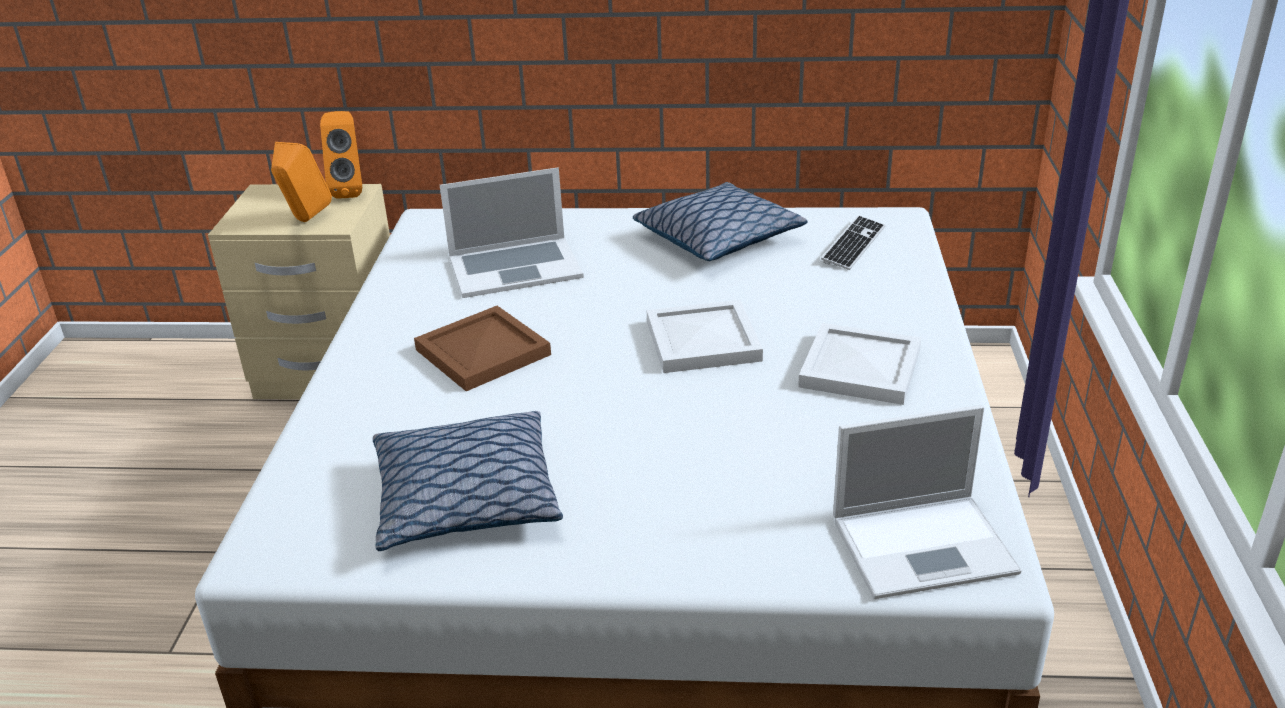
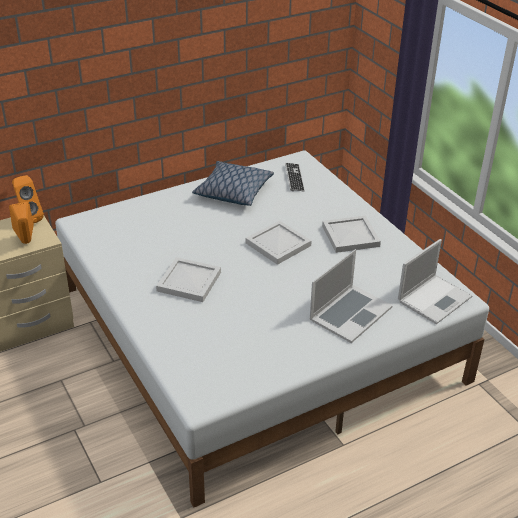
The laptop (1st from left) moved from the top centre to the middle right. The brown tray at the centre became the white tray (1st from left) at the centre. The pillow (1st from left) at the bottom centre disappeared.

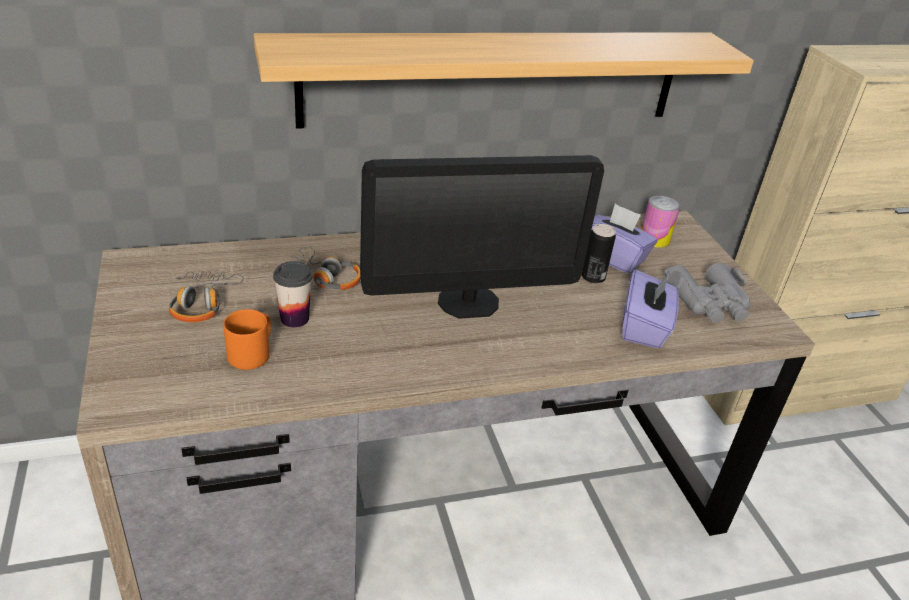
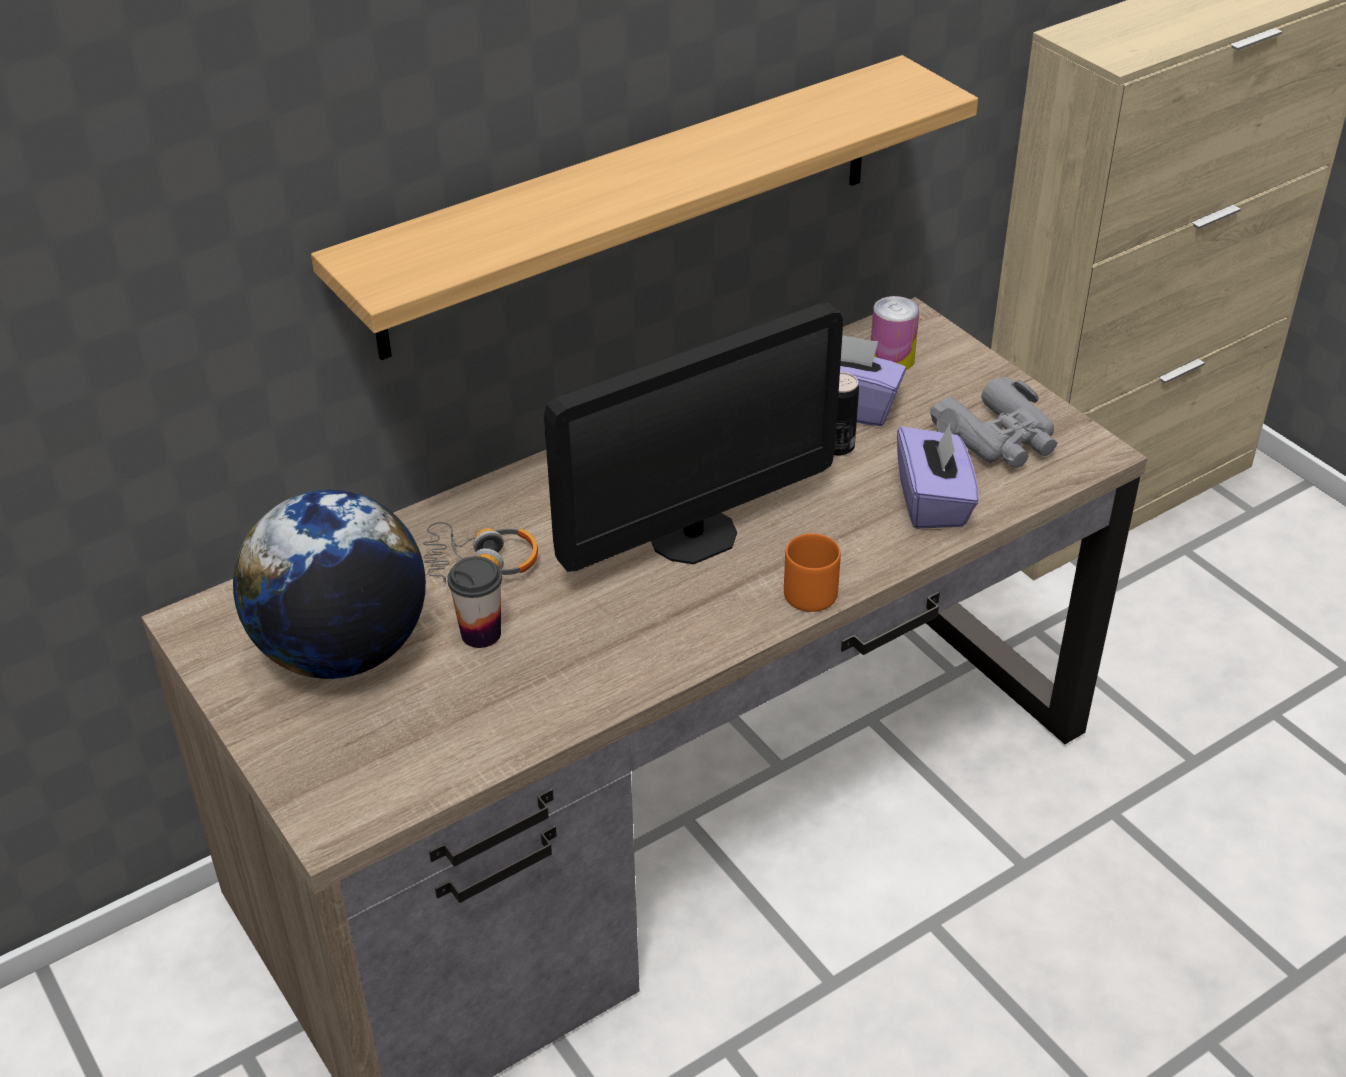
The headphones (1st from left) at the middle left was replaced by the globe at the middle left. The orange mug moved from the middle left to the centre.

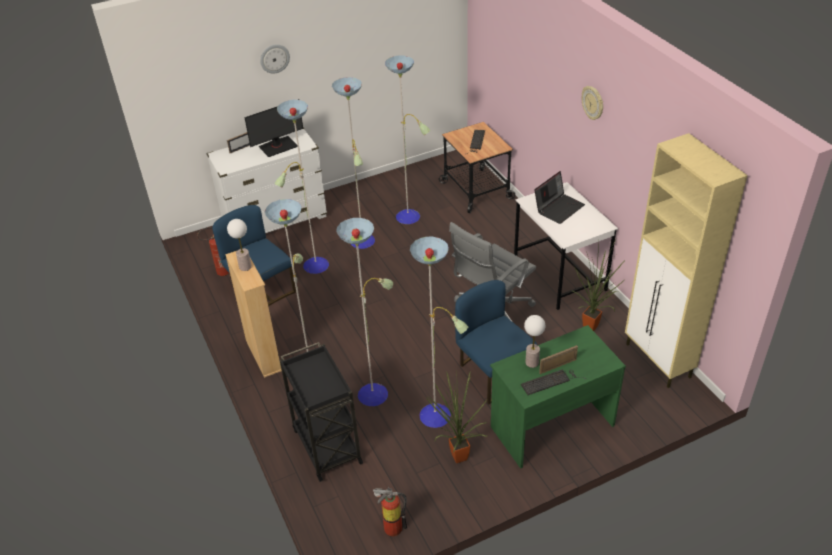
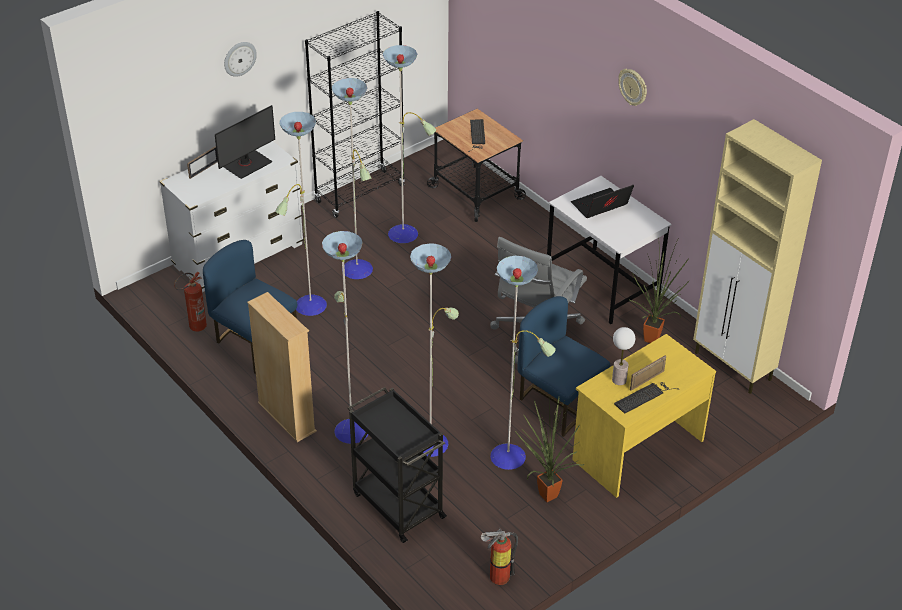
The laptop at the middle right turned 150 degrees counterclockwise. The table lamp (1st from left) at the middle left disappeared. The green desk at the bottom right became the yellow desk at the bottom right. The black bookcase at the top centre appeared.

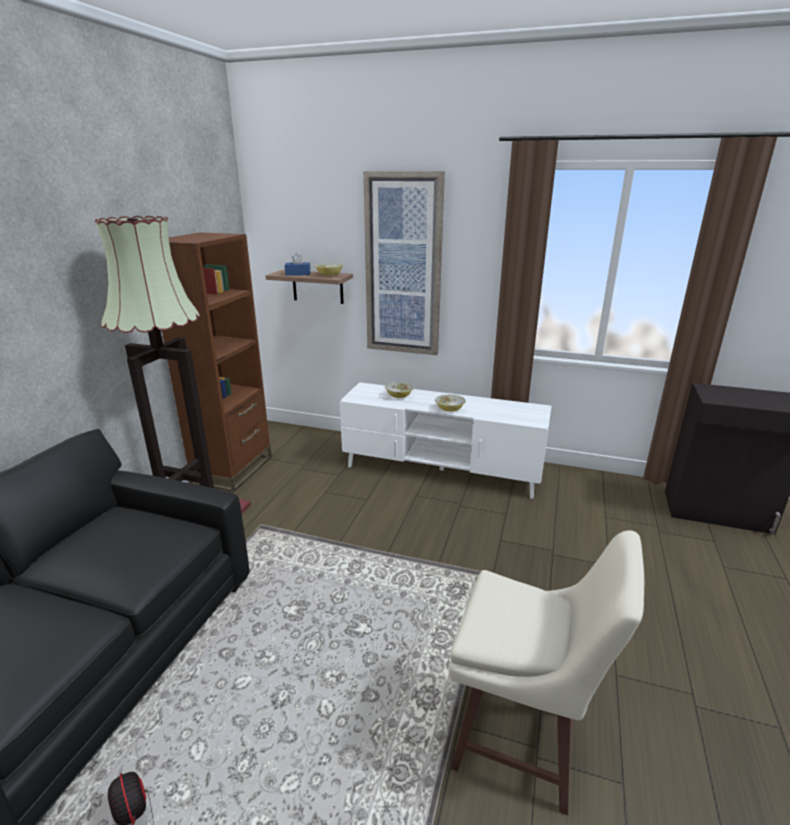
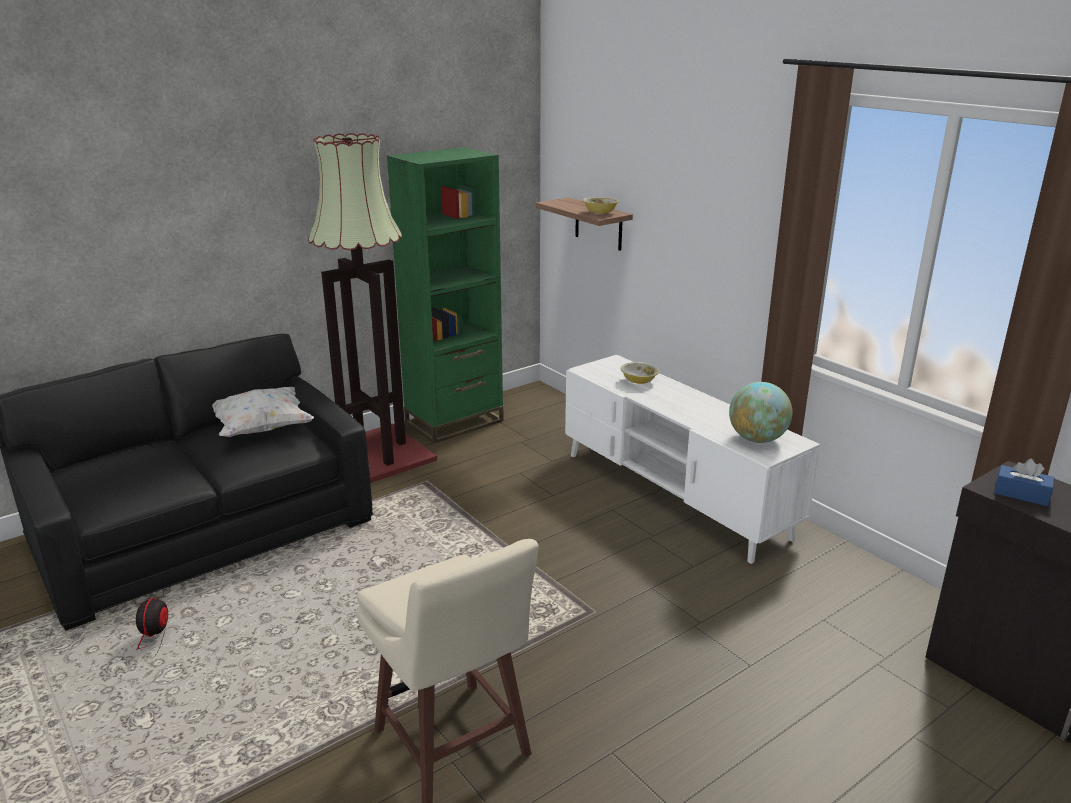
The picture at the top centre disappeared. The brown bookcase at the middle left became the green bookcase at the centre. The blue tissue box moved from the top centre to the middle right. The bowl (3rd from left) at the centre disappeared. The globe at the middle right appeared. The white pillow at the middle left appeared.

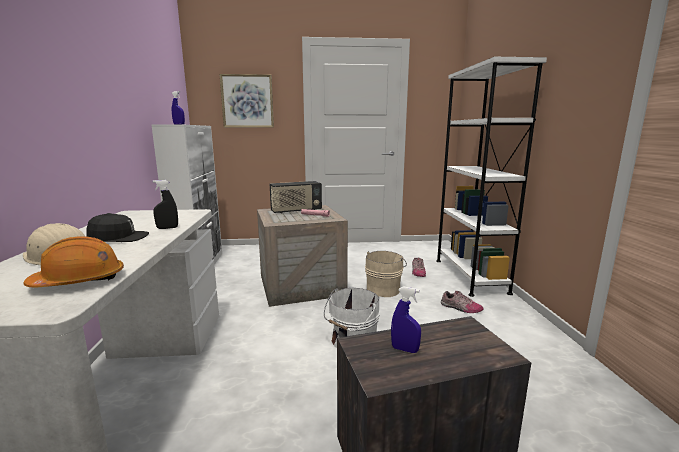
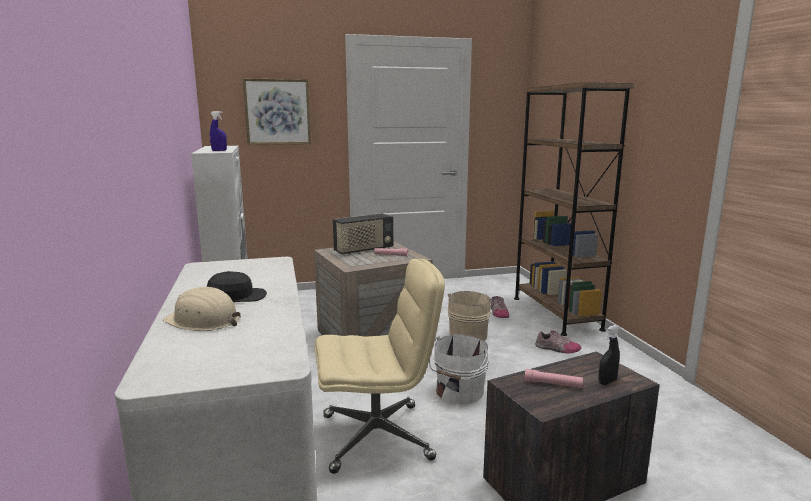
The white bookcase at the middle right became the brown bookcase at the middle right. The black spray bottle moved from the middle left to the bottom right. The orange hard hat at the middle left disappeared. The blue spray bottle (2nd from left) at the bottom centre was replaced by the pink flashlight (2nd from left) at the bottom right. The beige office chair at the bottom centre appeared.

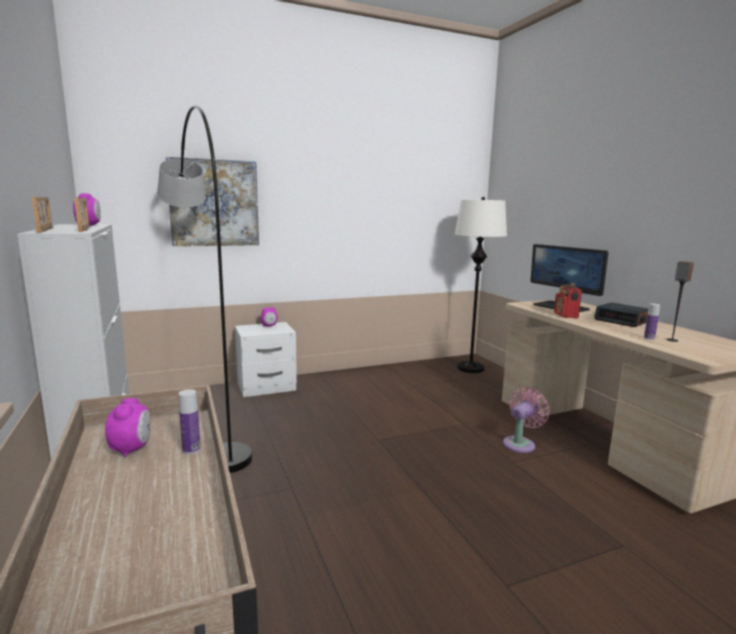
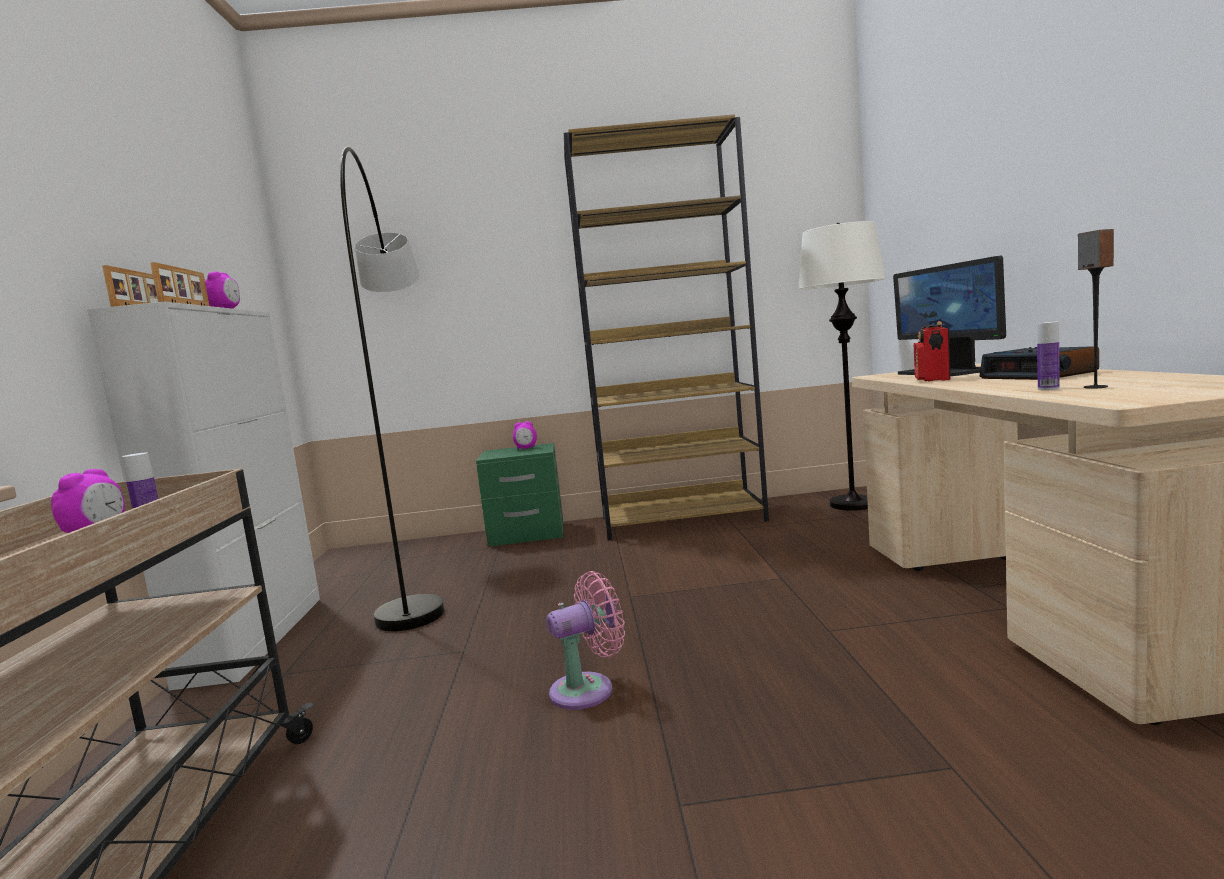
The picture at the top left disappeared. The white nightstand at the centre became the green nightstand at the centre. The pink fan moved from the middle right to the bottom centre. The brown bookcase at the centre appeared.

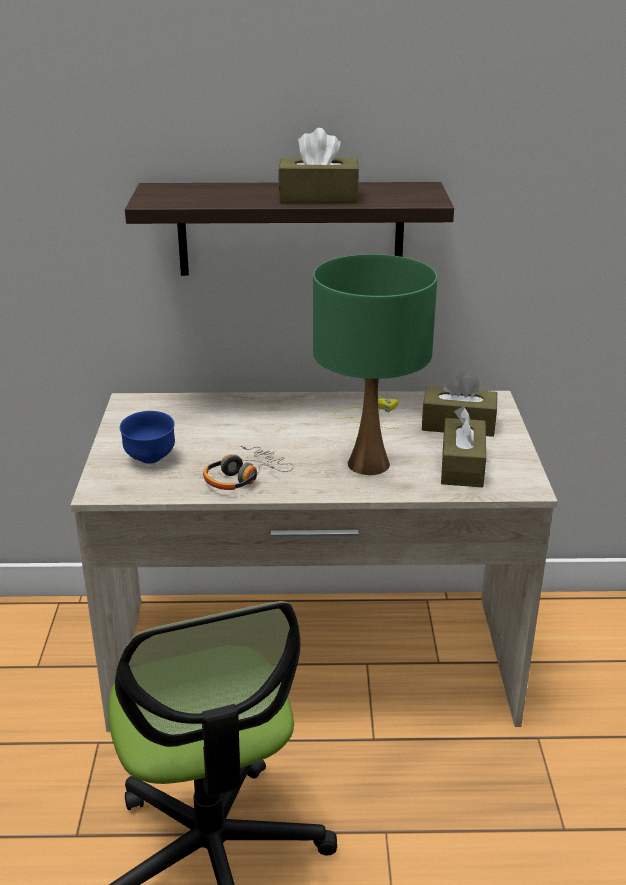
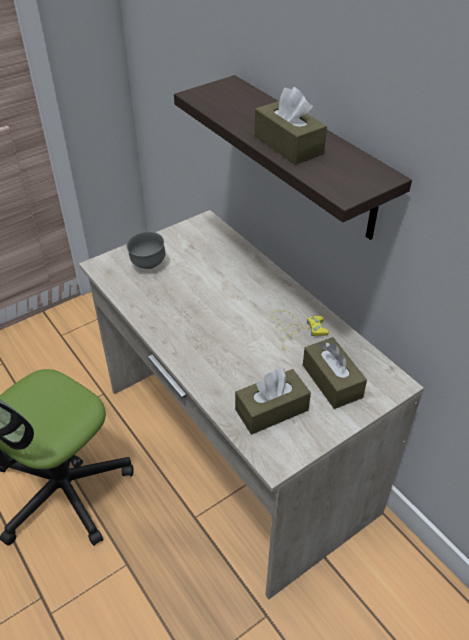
The green table lamp at the centre disappeared. The blue bowl at the middle left became the grey bowl at the middle left. The headphones at the centre disappeared.

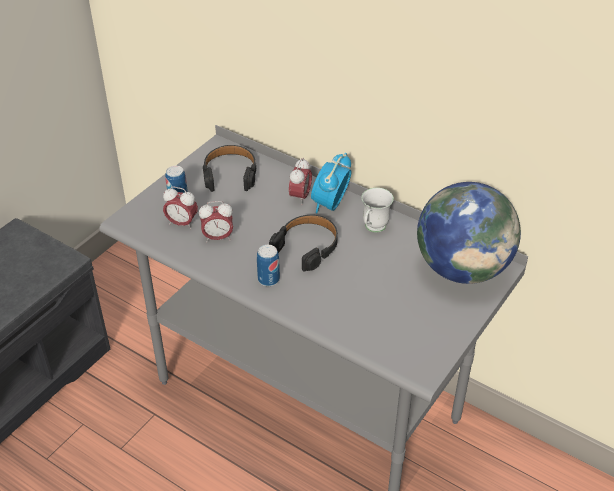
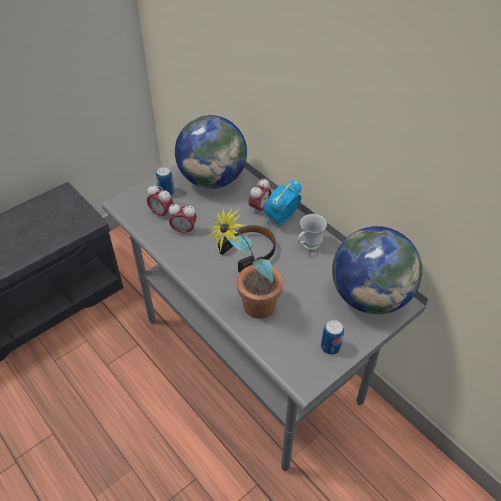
The black headphones (1st from left) at the centre was replaced by the globe (1st from left) at the top centre. The can (2nd from left) moved from the centre to the bottom centre. The potted plant at the centre appeared.

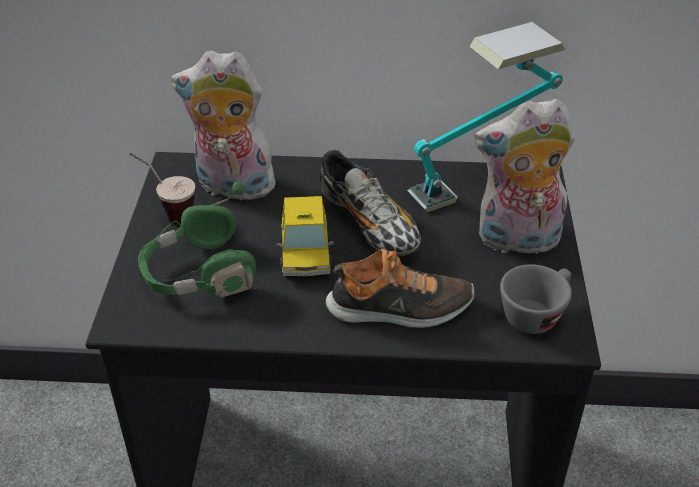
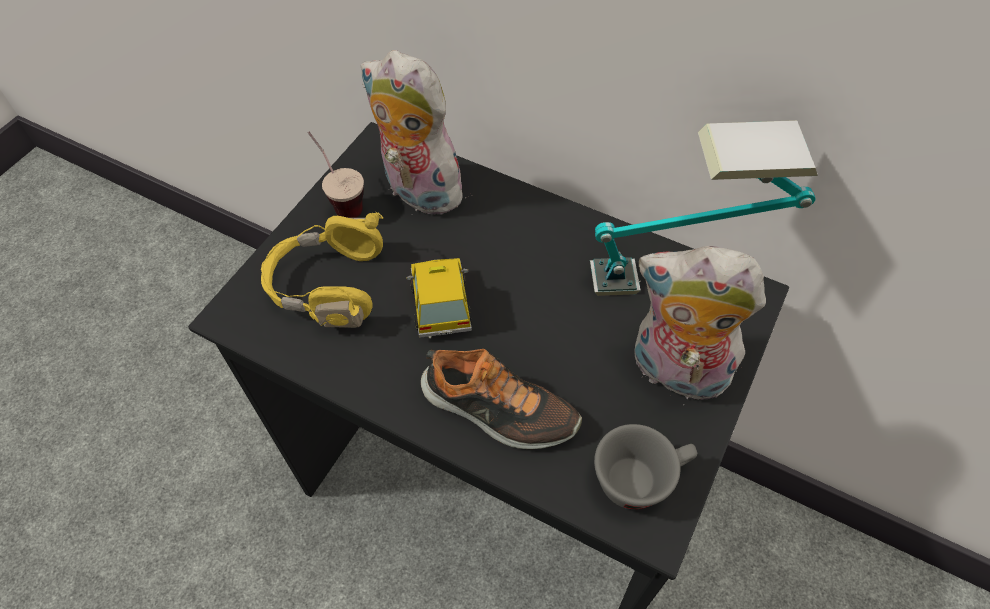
The shoe (1st from left) at the centre disappeared. The green headphones at the middle left became the yellow headphones at the middle left. The toy car at the centre turned 150 degrees clockwise.

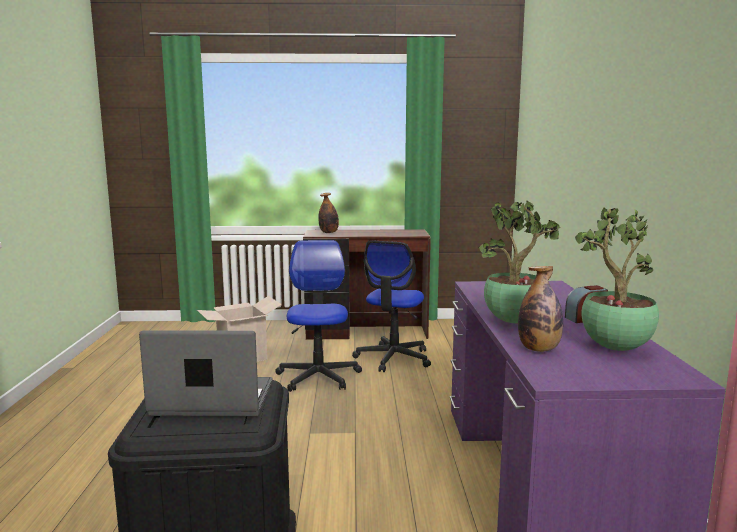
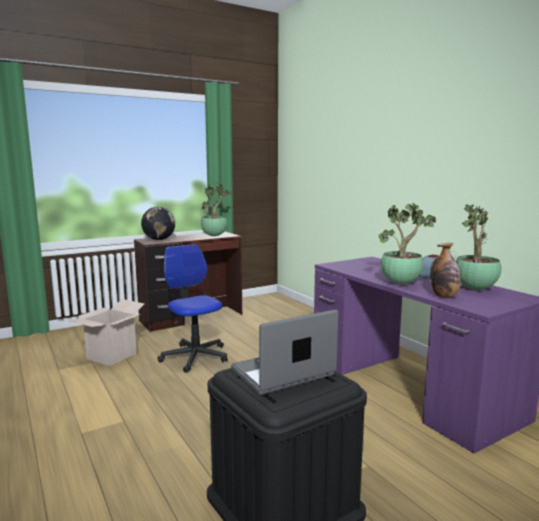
The bottle (1st from left) at the centre was replaced by the globe at the middle left. The office chair (2nd from left) at the centre disappeared. The potted plant (1st from left) at the centre appeared.

